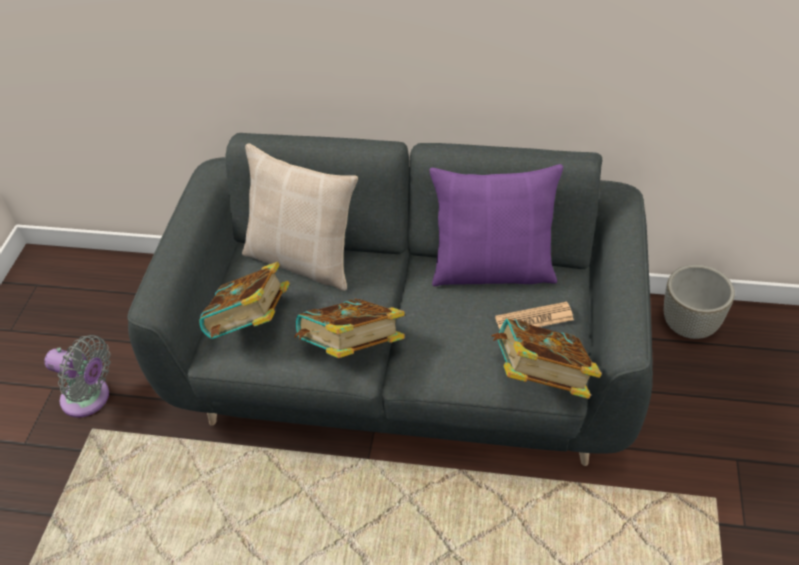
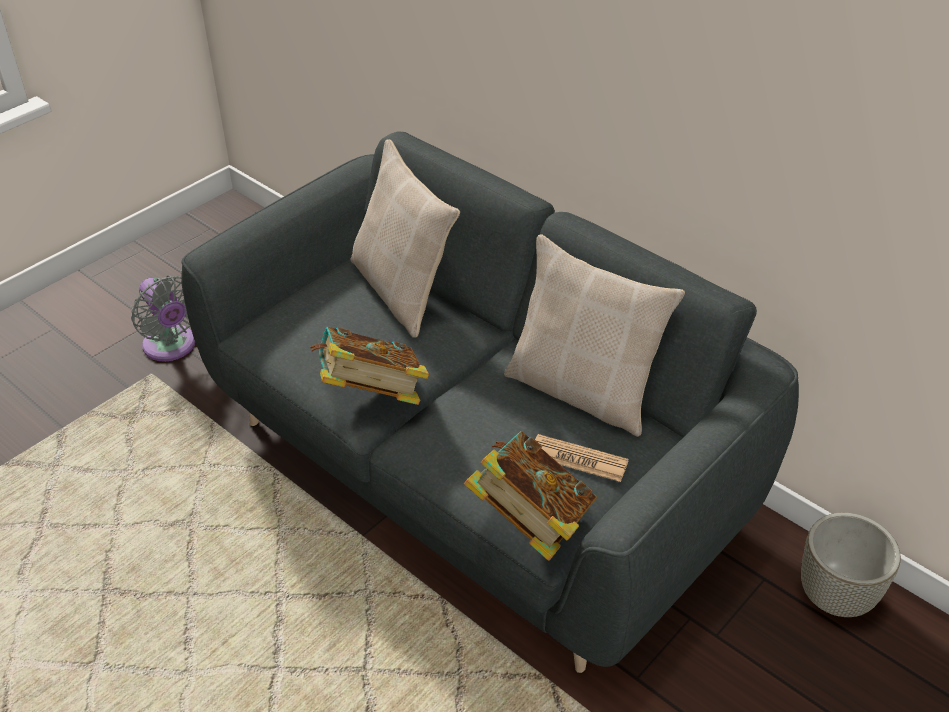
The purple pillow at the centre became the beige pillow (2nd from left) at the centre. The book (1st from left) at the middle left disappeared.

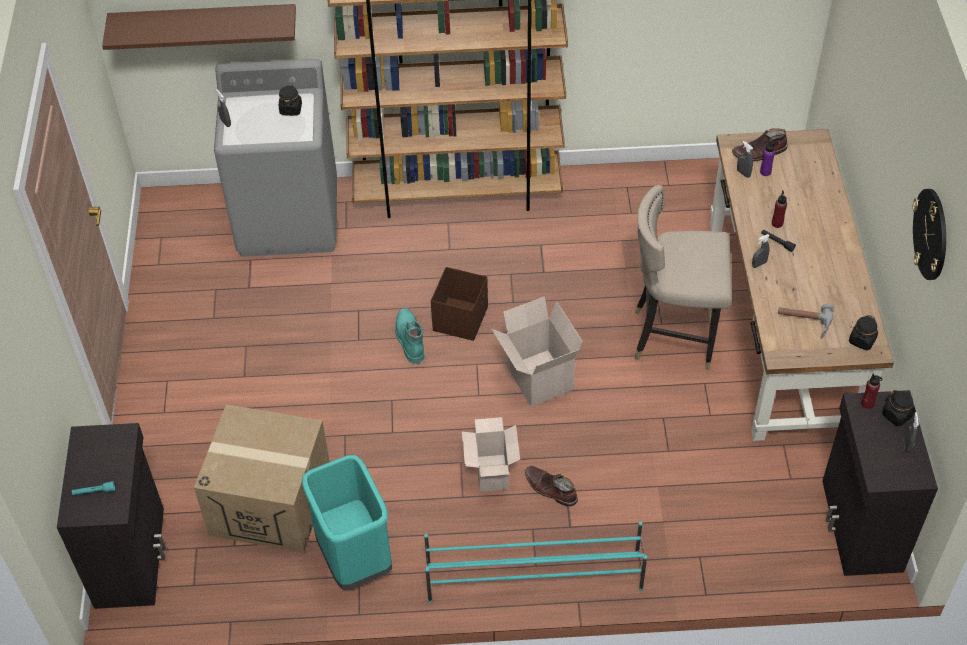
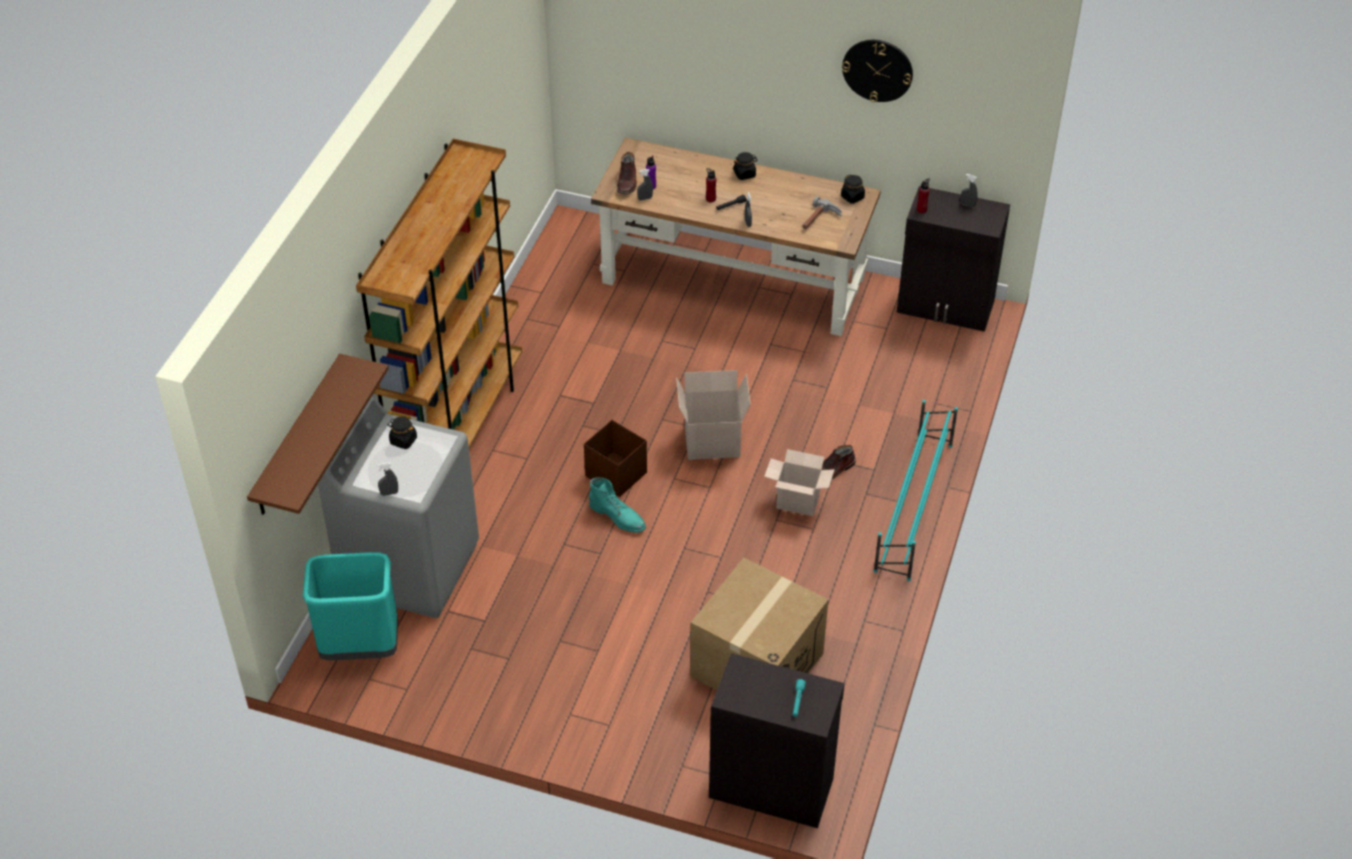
The beige stool at the middle right disappeared. The turquoise boot at the centre turned 150 degrees counterclockwise. The black jar (3rd from left in the first image) moved from the middle right to the top centre. The turquoise trash can moved from the bottom centre to the bottom left.

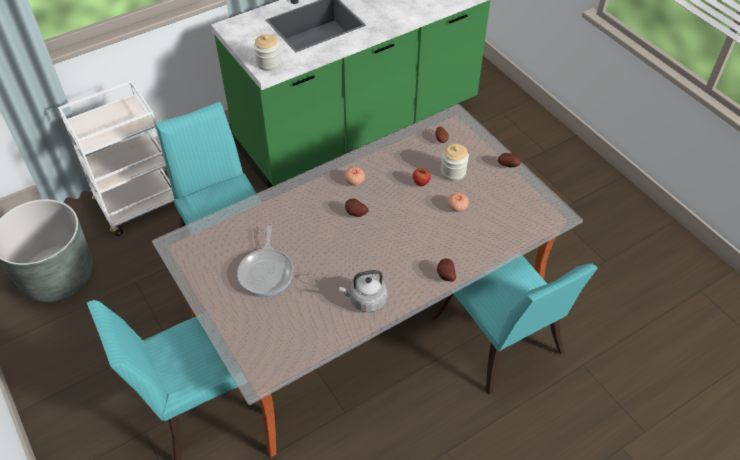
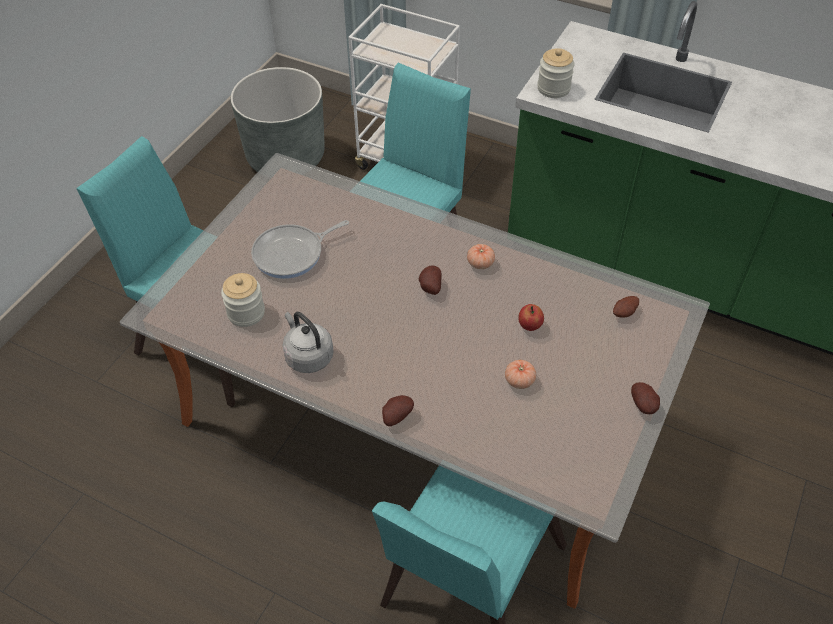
The jar (2nd from left in the first image) moved from the centre to the middle left.

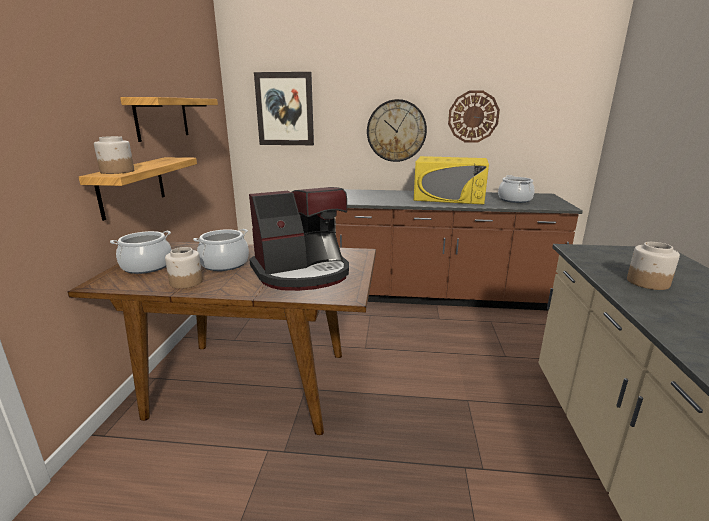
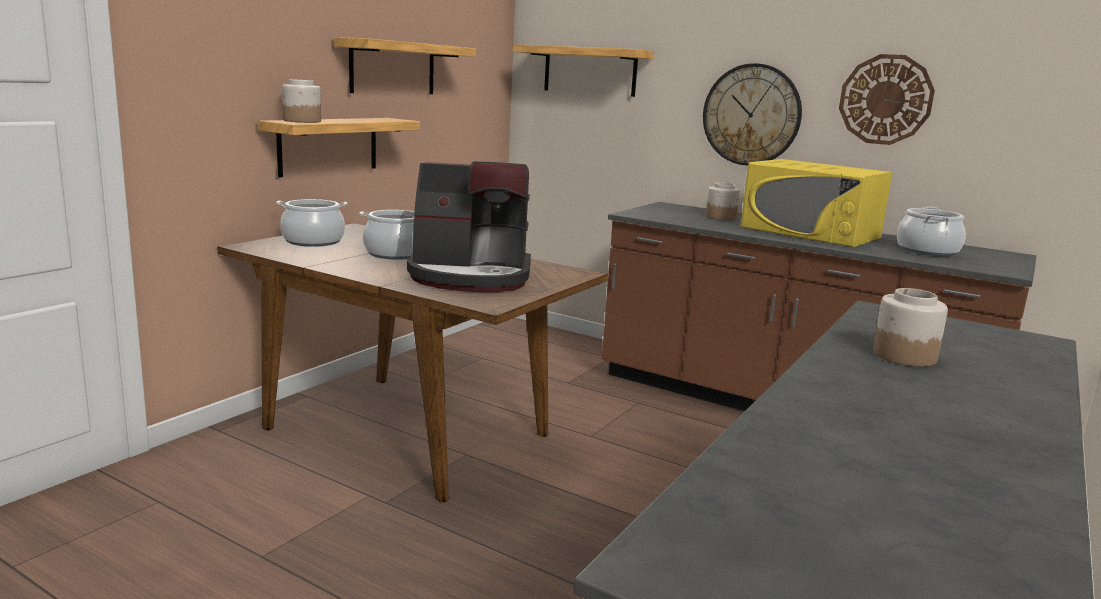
The picture at the top centre was replaced by the shelf (3rd from left) at the top centre. The jar (2nd from left) moved from the middle left to the centre.

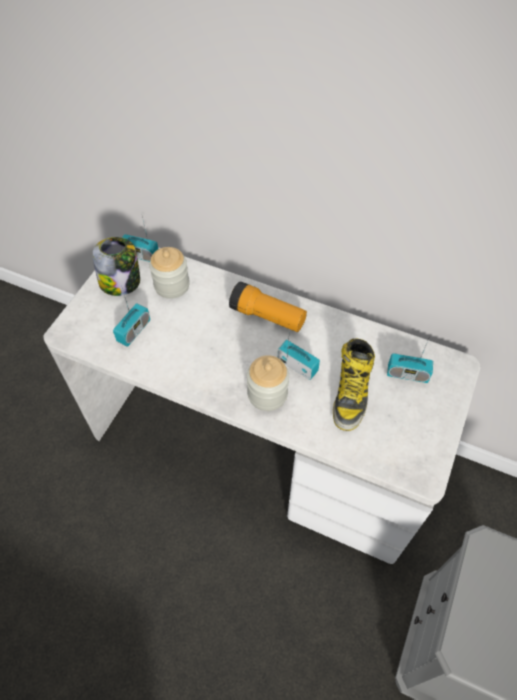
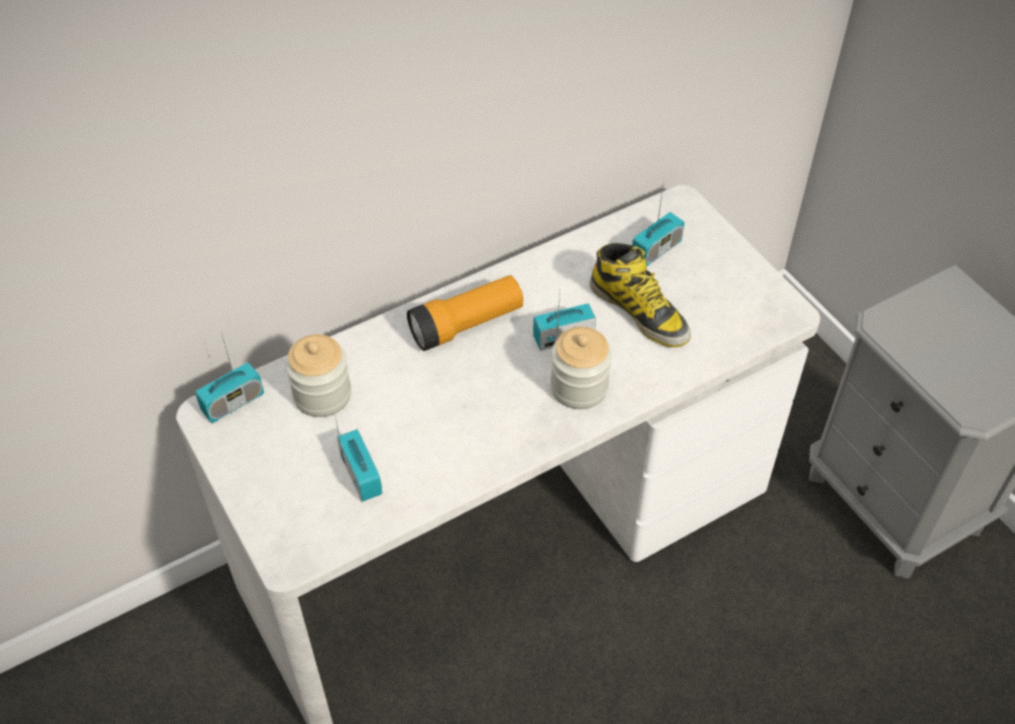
The jar (1st from left) at the middle left disappeared.

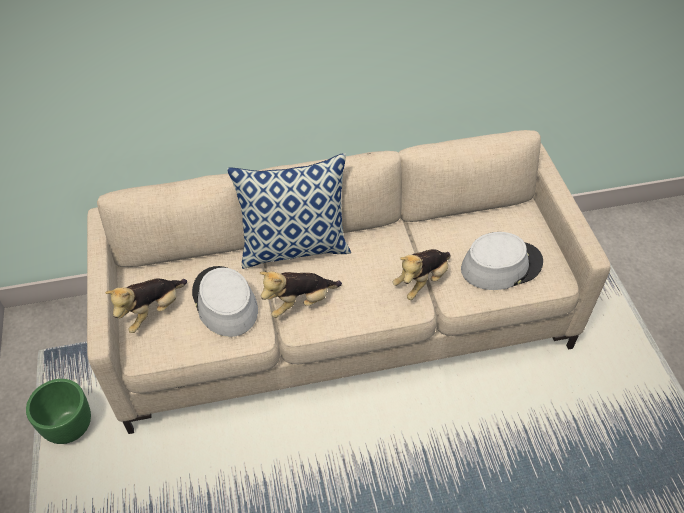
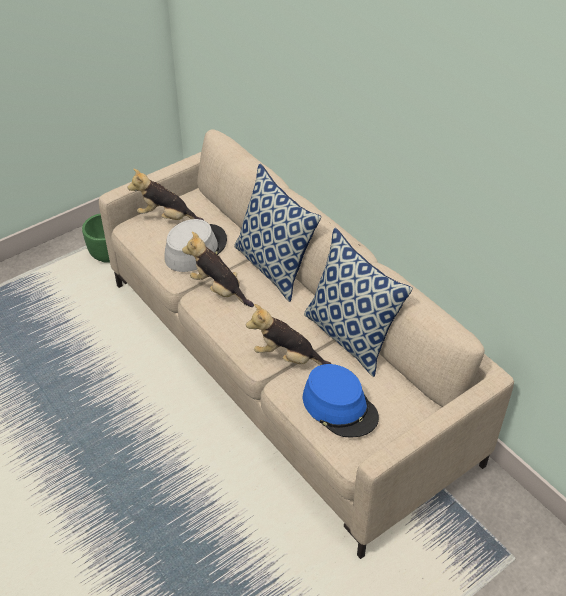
The grey hat (2nd from left) at the middle right became the blue hat at the bottom centre. The pillow (2nd from left) at the centre appeared.

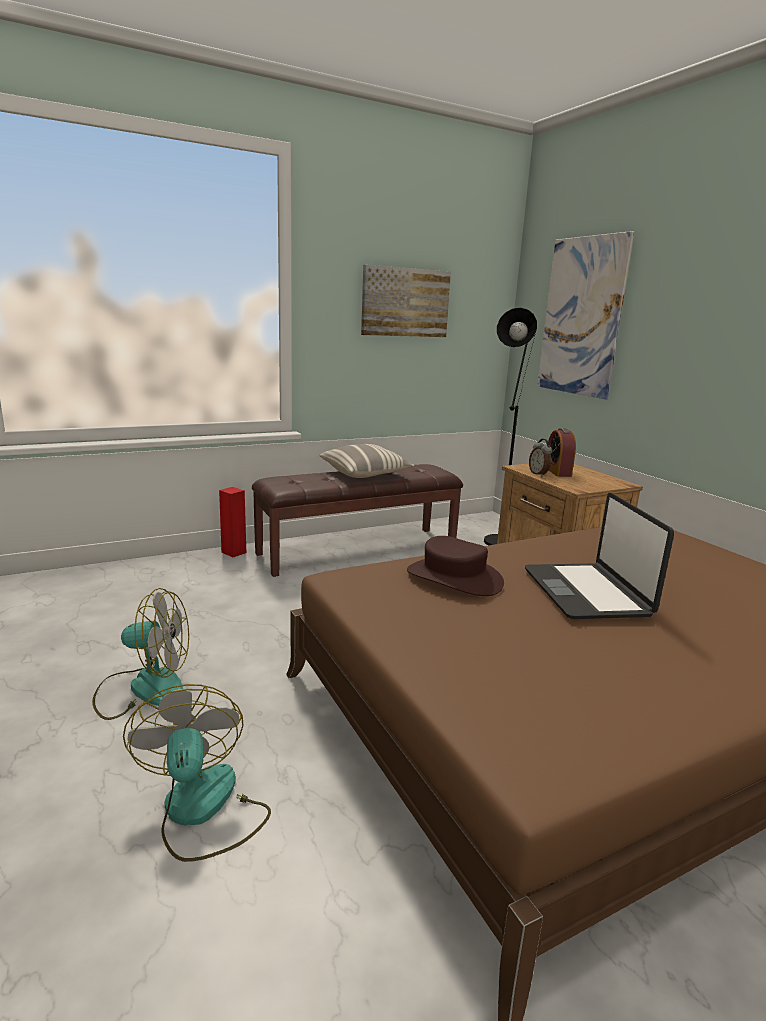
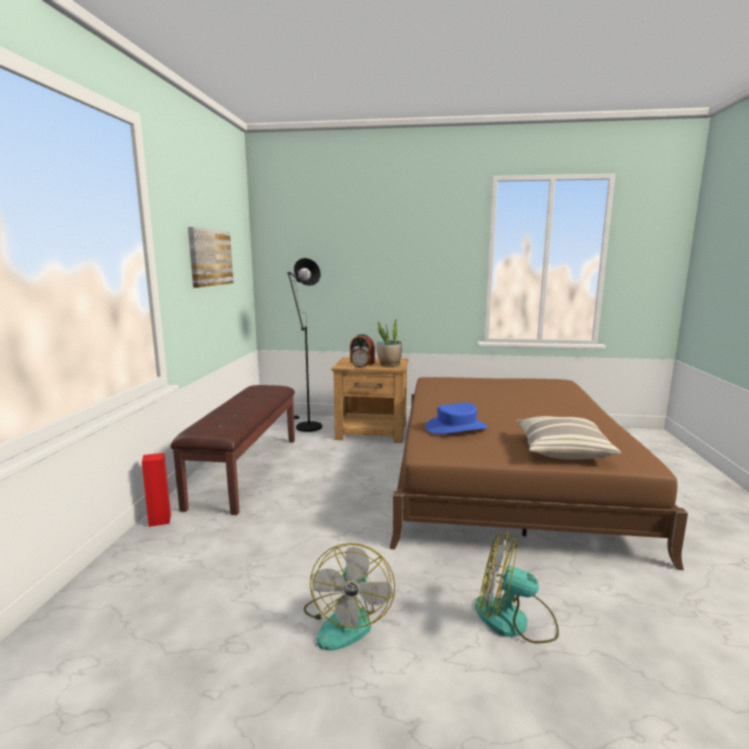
The picture (2nd from left) at the top right disappeared. The pillow moved from the centre to the middle right. The laptop at the middle right disappeared. The brown hat at the centre became the blue hat at the centre. The fan (1st from left) at the middle left turned 150 degrees clockwise. The potted plant at the centre appeared.

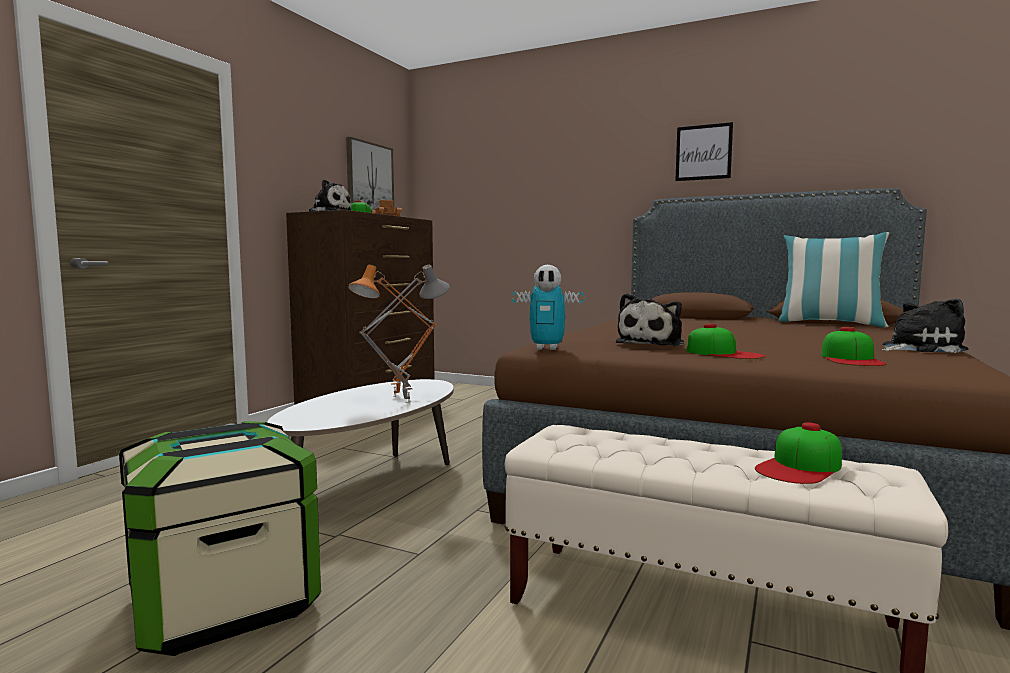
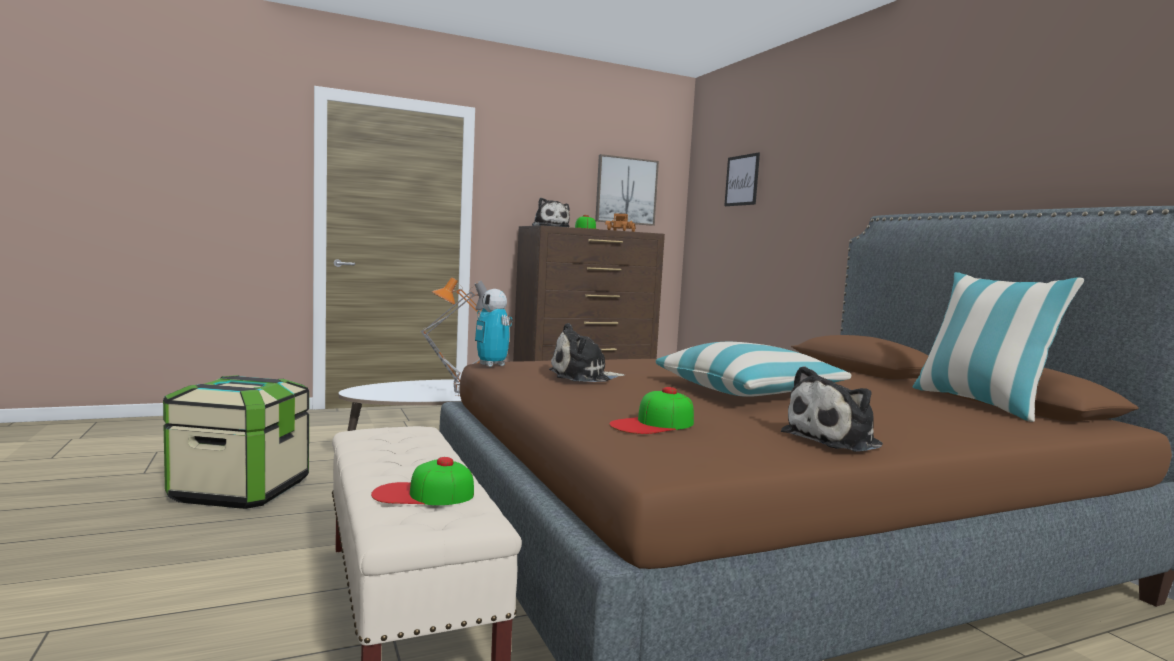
The picture (2nd from left) moved from the top right to the top centre. The plush toy (3rd from left) at the middle right turned 120 degrees clockwise. The cap (2nd from left) at the middle right disappeared. The pillow (1st from left) at the centre appeared.

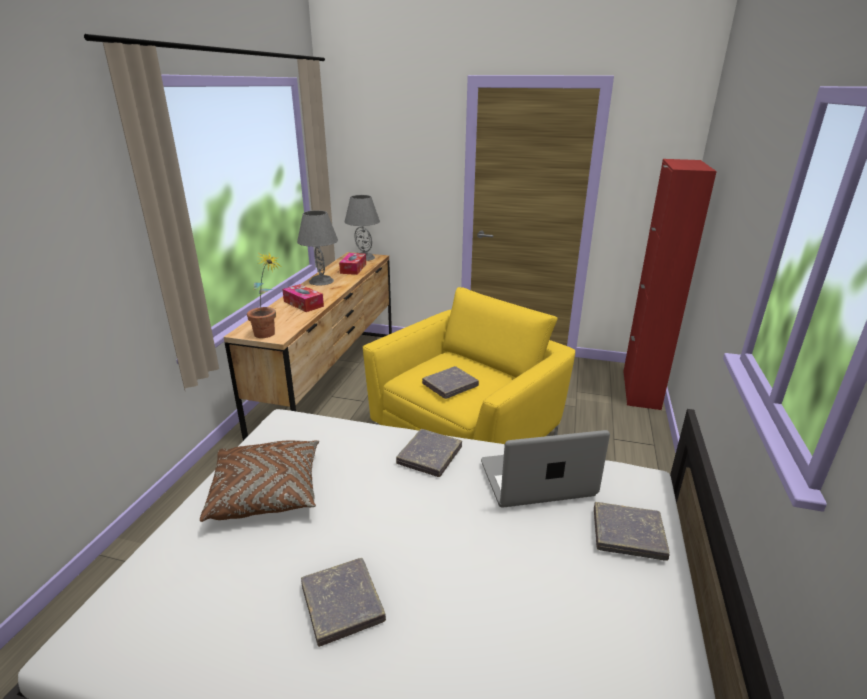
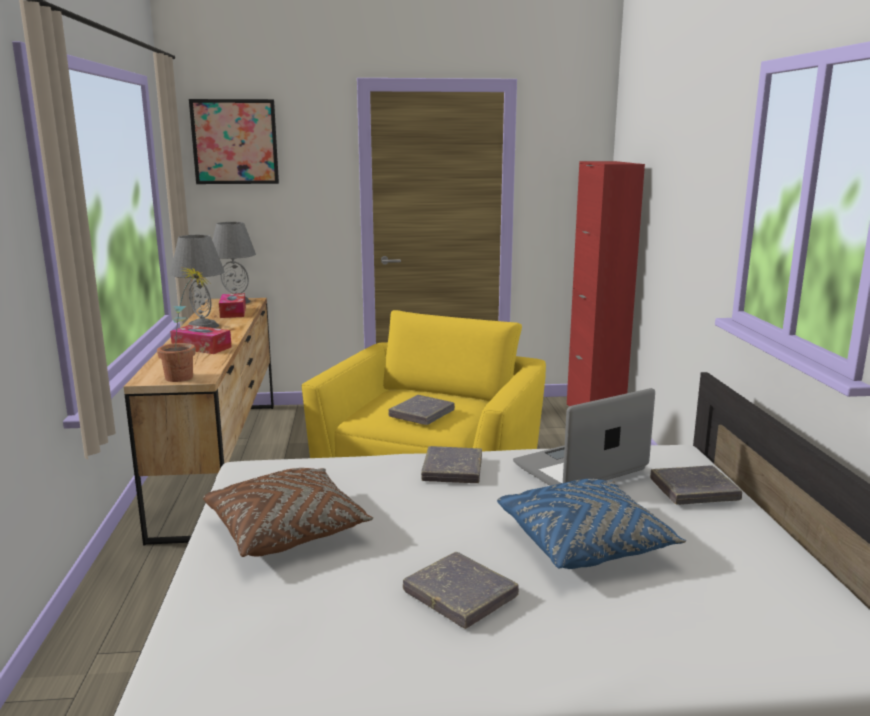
The picture at the top left appeared. The blue pillow at the bottom right appeared.

